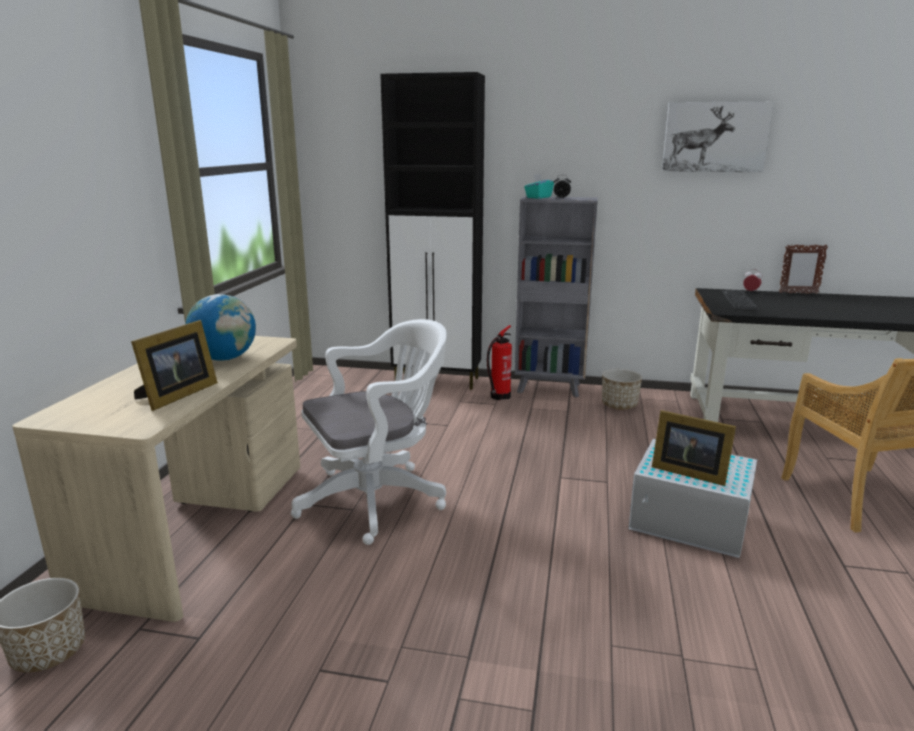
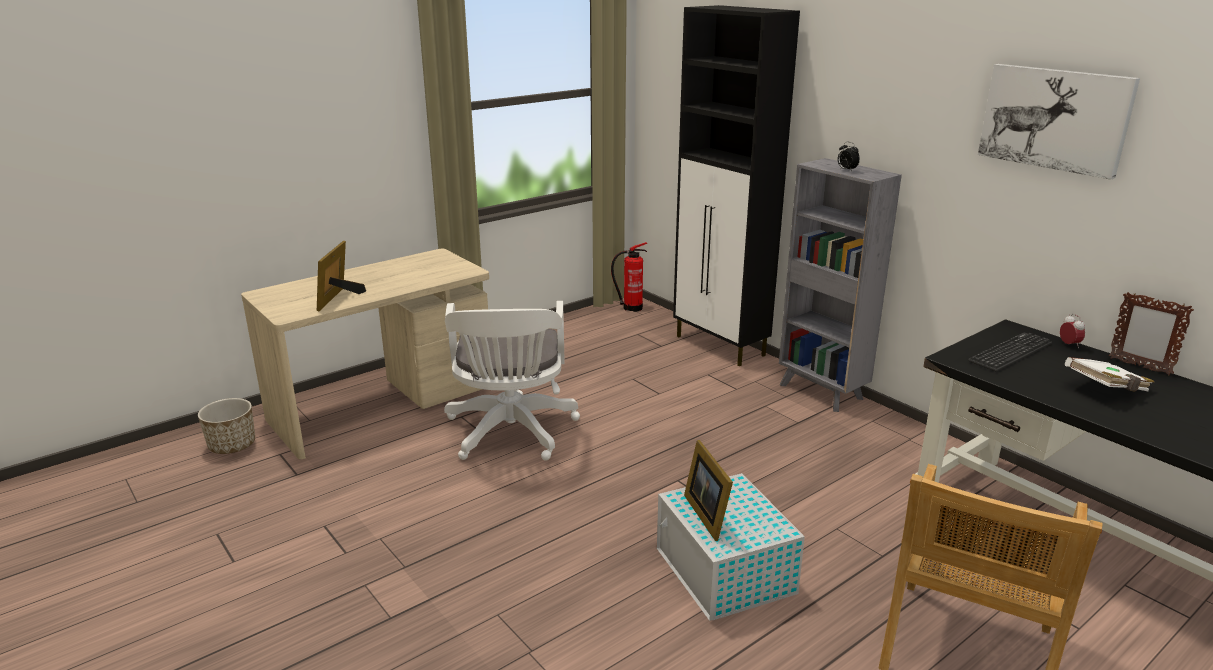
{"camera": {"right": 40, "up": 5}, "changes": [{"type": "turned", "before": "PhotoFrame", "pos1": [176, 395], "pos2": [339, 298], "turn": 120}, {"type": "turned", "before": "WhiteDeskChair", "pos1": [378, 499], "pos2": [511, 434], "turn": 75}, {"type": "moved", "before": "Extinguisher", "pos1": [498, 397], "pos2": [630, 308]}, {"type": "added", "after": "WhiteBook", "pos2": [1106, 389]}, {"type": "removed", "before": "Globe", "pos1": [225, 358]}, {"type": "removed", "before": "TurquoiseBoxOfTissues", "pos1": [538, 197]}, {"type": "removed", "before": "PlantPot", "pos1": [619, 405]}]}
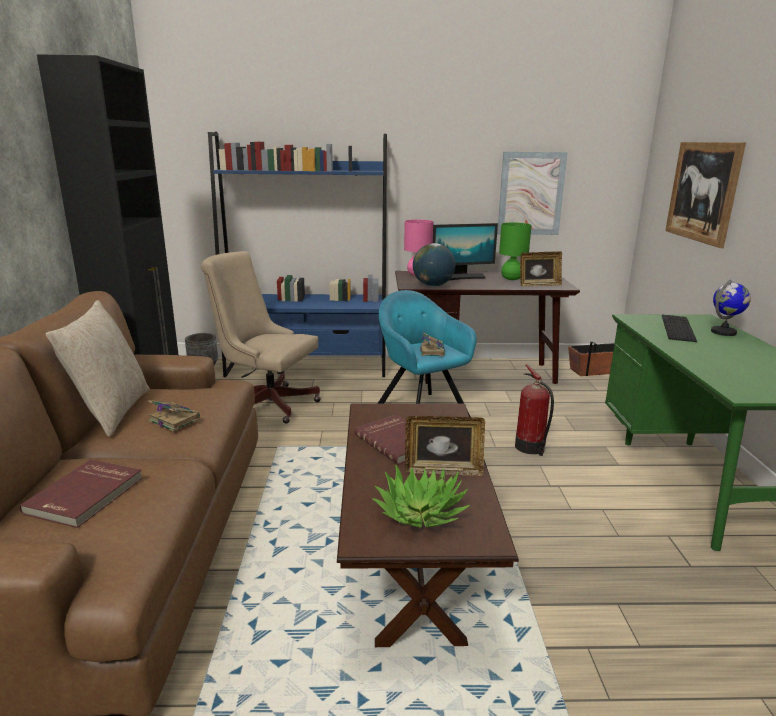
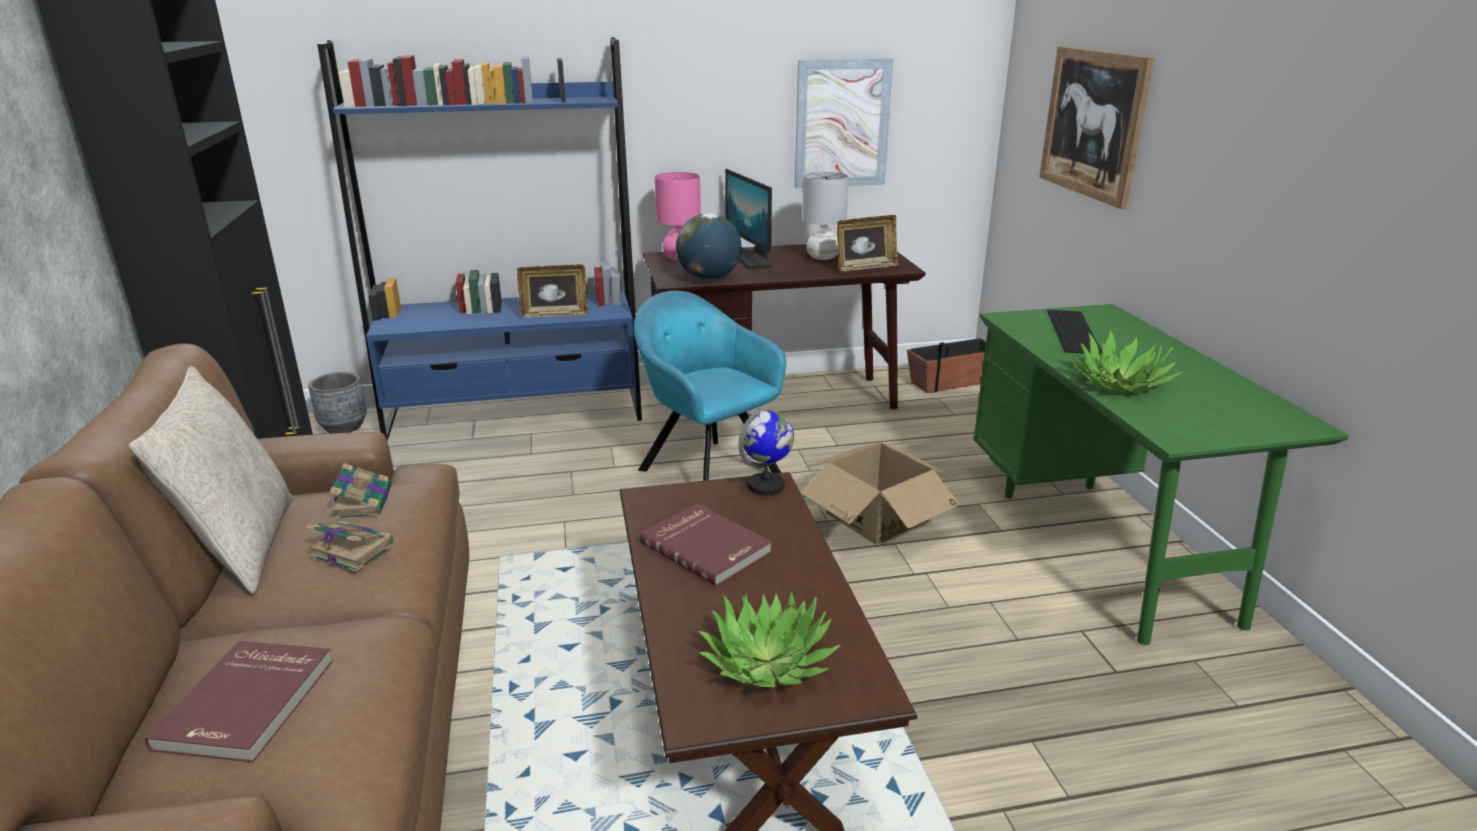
{"camera": {"right": -10, "up": 5}, "changes": [{"type": "moved", "before": "Book", "pos1": [432, 351], "pos2": [362, 501]}, {"type": "moved", "before": "PhotoFrame", "pos1": [443, 470], "pos2": [555, 315]}, {"type": "turned", "before": "ComputerScreen", "pos1": [462, 277], "pos2": [749, 259], "turn": 90}, {"type": "moved", "before": "Globe", "pos1": [723, 332], "pos2": [766, 486]}, {"type": "replaced", "before": "Extinguisher", "after": "CardboardBox", "pos1": [530, 448], "pos2": [877, 517]}, {"type": "recoloured", "before": "GreenishTableLamp", "after": "GreyishTableLamp", "pos1": [511, 278], "pos2": [822, 257]}, {"type": "added", "after": "PottedPlant", "pos2": [1119, 383]}, {"type": "removed", "before": "SandColouredDeskChair", "pos1": [266, 402]}]}
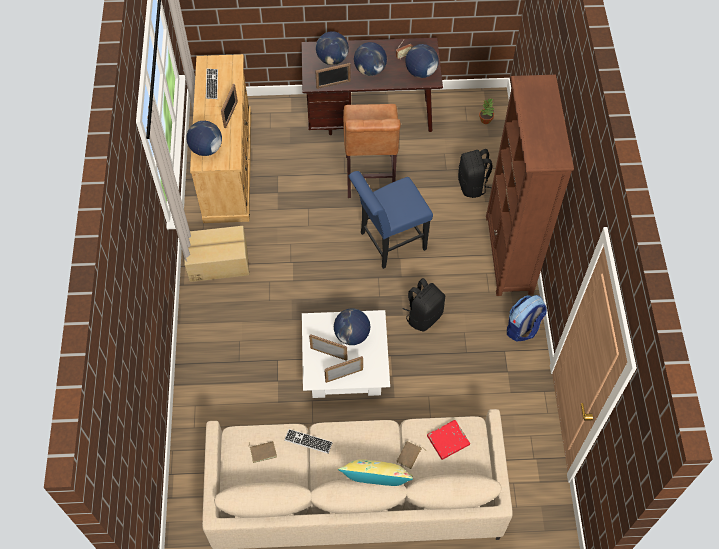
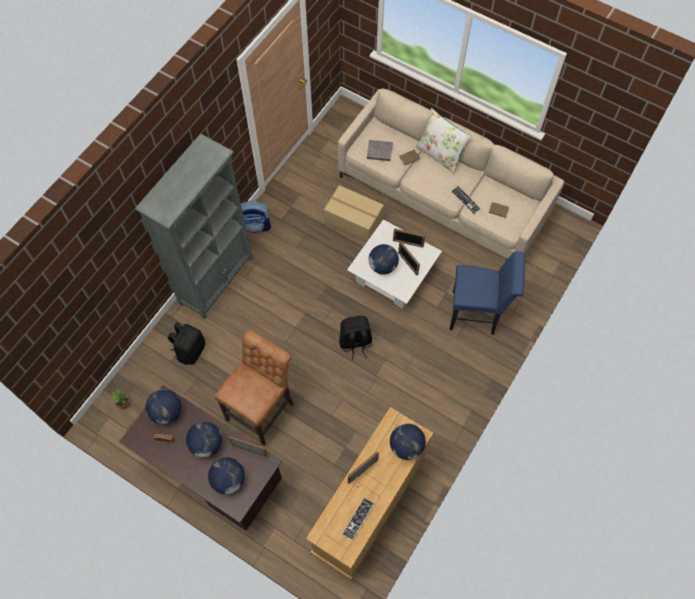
{"camera": {"right": -145, "up": 5}, "changes": [{"type": "recoloured", "before": "BrownBookshelf", "after": "GreyishBookshelf", "pos1": [509, 255], "pos2": [216, 279]}, {"type": "moved", "before": "CardboardBox", "pos1": [218, 261], "pos2": [353, 222]}, {"type": "moved", "before": "BlackColouredBackpack", "pos1": [423, 316], "pos2": [355, 343]}, {"type": "recoloured", "before": "RedColouredBook", "after": "GreyishBook", "pos1": [448, 440], "pos2": [379, 151]}, {"type": "recoloured", "before": "YellowishPillow", "after": "WhitePillow", "pos1": [376, 483], "pos2": [440, 155]}, {"type": "moved", "before": "BlueUprightChair", "pos1": [388, 243], "pos2": [477, 313]}]}
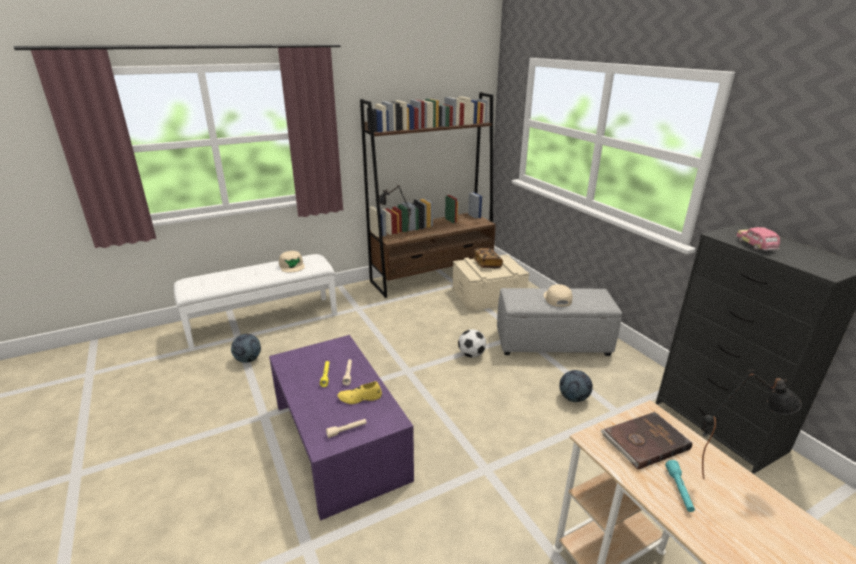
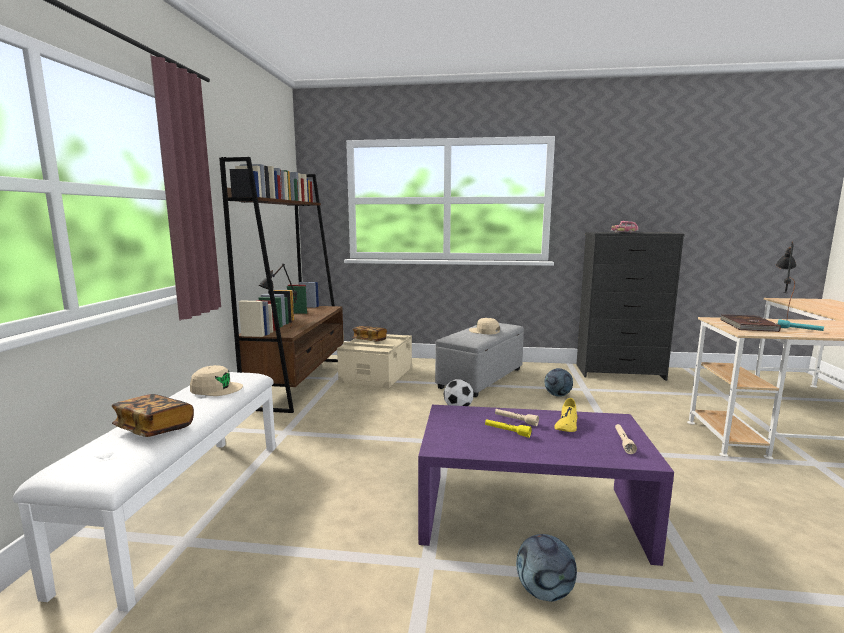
{"camera": {"right": -55, "up": -15}, "changes": [{"type": "added", "after": "Book", "pos2": [154, 428]}, {"type": "moved", "before": "Football", "pos1": [248, 359], "pos2": [544, 591]}]}
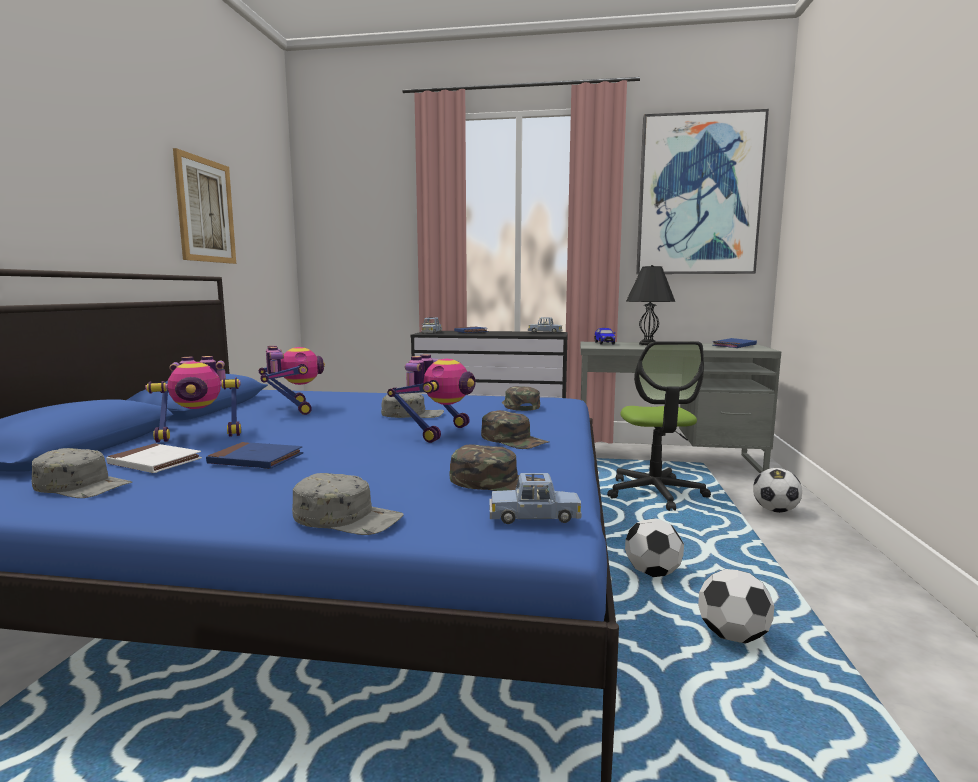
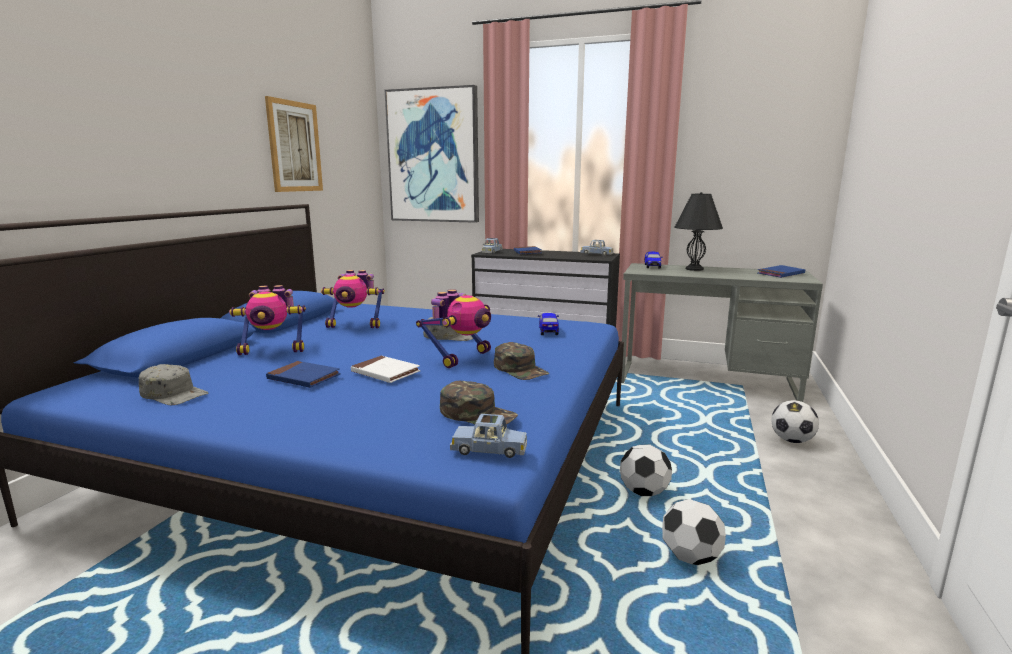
{"camera": {"right": 10, "up": 5}, "changes": [{"type": "turned", "before": "ToyRobot", "pos1": [293, 409], "pos2": [355, 325], "turn": 105}, {"type": "moved", "before": "WhiteBook", "pos1": [155, 463], "pos2": [385, 372]}, {"type": "moved", "before": "WallArt", "pos1": [698, 196], "pos2": [433, 156]}, {"type": "replaced", "before": "GreenishPeakedCap", "after": "ToyCar", "pos1": [519, 406], "pos2": [548, 331]}, {"type": "removed", "before": "GreyishPeakedCap", "pos1": [348, 518]}, {"type": "removed", "before": "DeskChair", "pos1": [655, 493]}]}
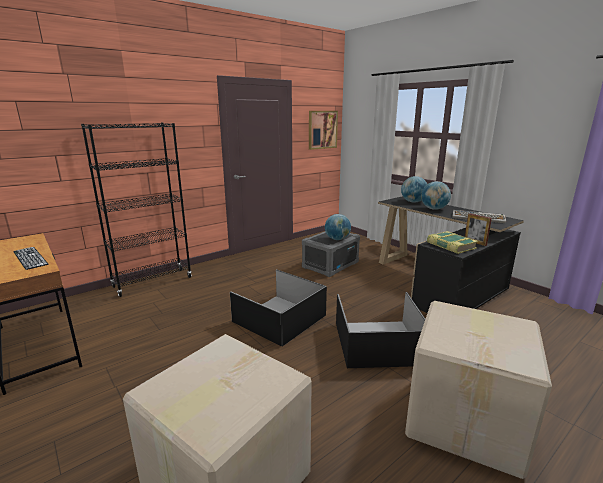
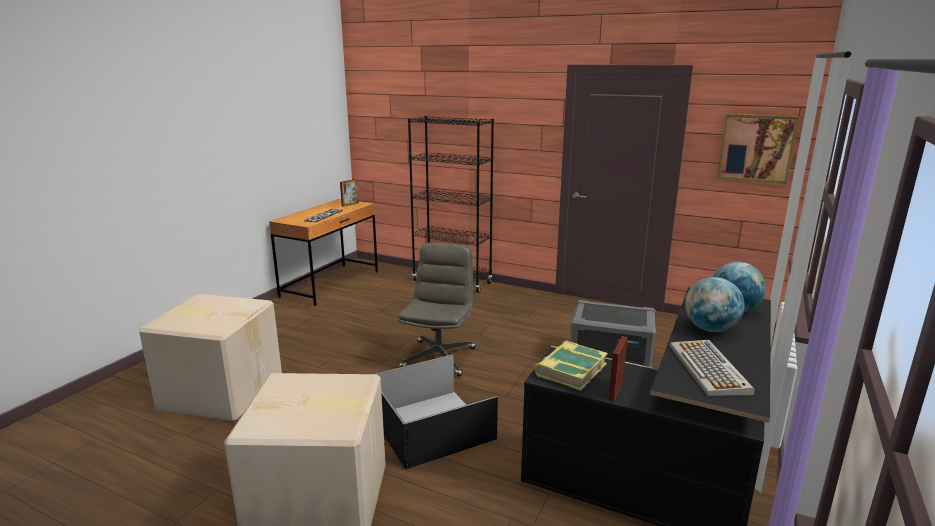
{"camera": {"right": 65, "up": 0}, "changes": [{"type": "added", "after": "PhotoFrame", "pos2": [350, 204]}, {"type": "replaced", "before": "BlackColouredStorageContainer", "after": "GreyishDeskChair", "pos1": [280, 318], "pos2": [438, 357]}, {"type": "removed", "before": "Globe", "pos1": [337, 239]}]}
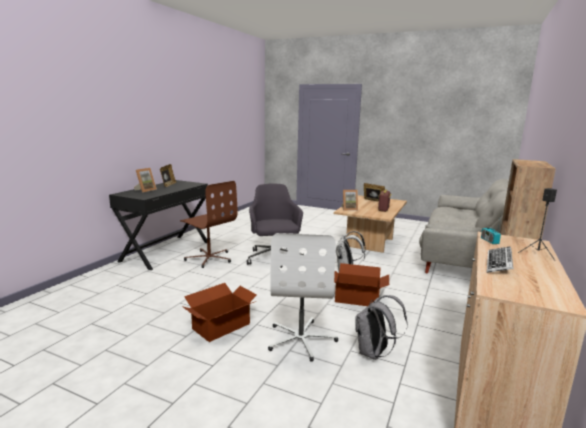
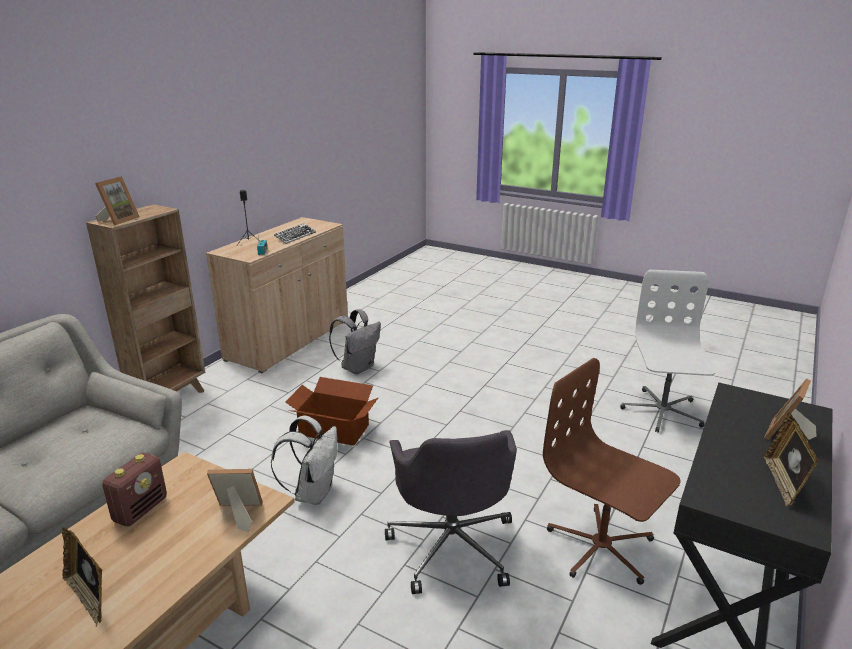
{"camera": {"right": -175, "up": 10}, "changes": [{"type": "added", "after": "PhotoFrame", "pos2": [118, 220]}, {"type": "moved", "before": "WhiteDeskChair", "pos1": [301, 339], "pos2": [662, 411]}, {"type": "removed", "before": "CardboardBox", "pos1": [220, 326]}]}
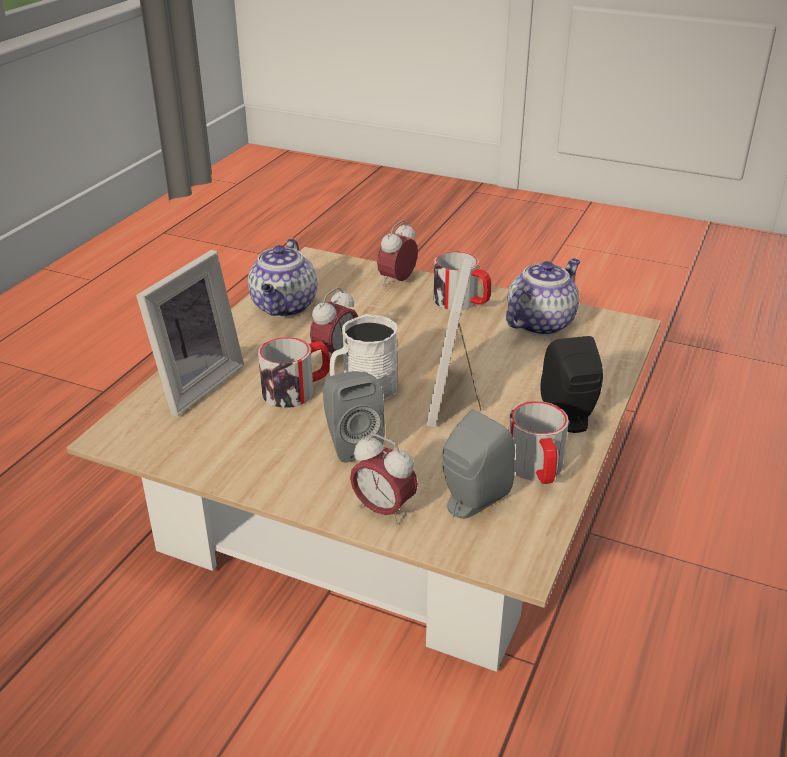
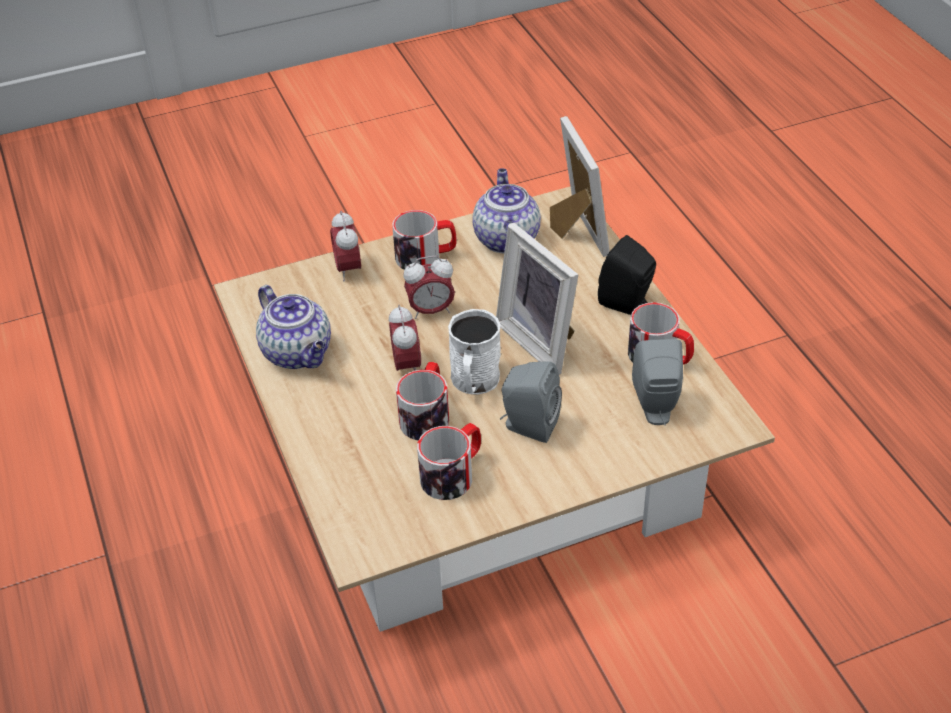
{"camera": {"right": -45, "up": 10}, "changes": [{"type": "moved", "before": "TableClock", "pos1": [383, 510], "pos2": [431, 311]}, {"type": "added", "after": "TeaMug", "pos2": [453, 473]}, {"type": "moved", "before": "PhotoFrame", "pos1": [193, 384], "pos2": [574, 232]}]}
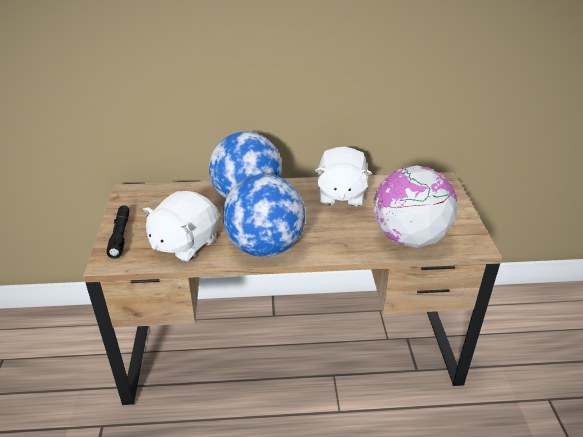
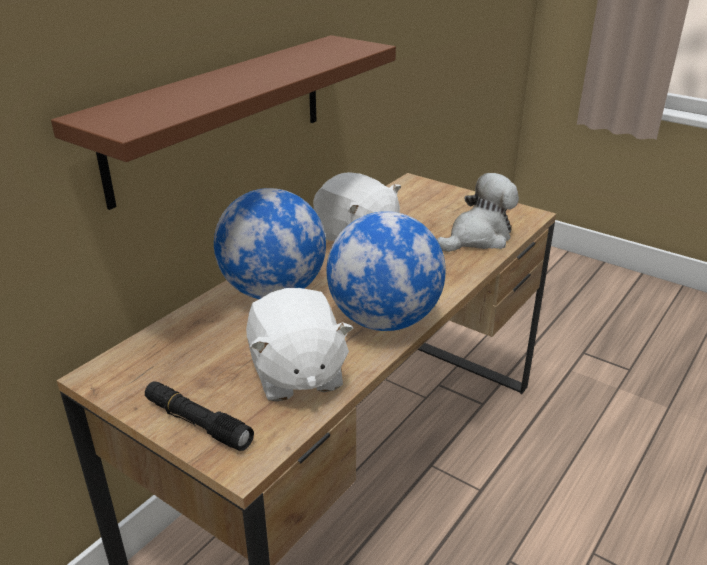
{"camera": {"right": -50, "up": -5}, "changes": [{"type": "added", "after": "BrownBracketShelf", "pos2": [220, 115]}, {"type": "replaced", "before": "Globe", "after": "PlushToy", "pos1": [409, 238], "pos2": [478, 238]}]}
